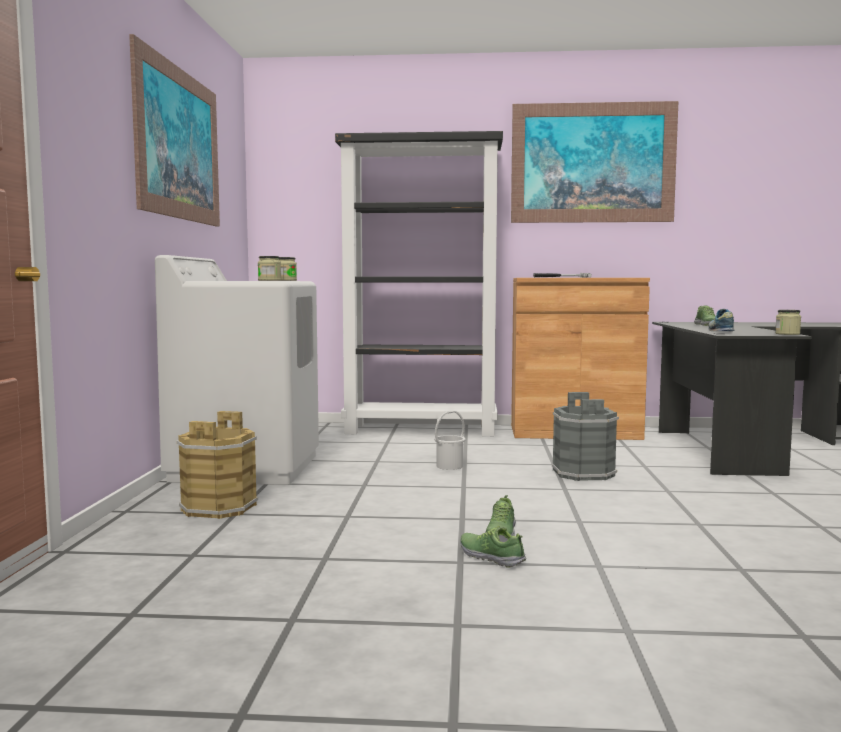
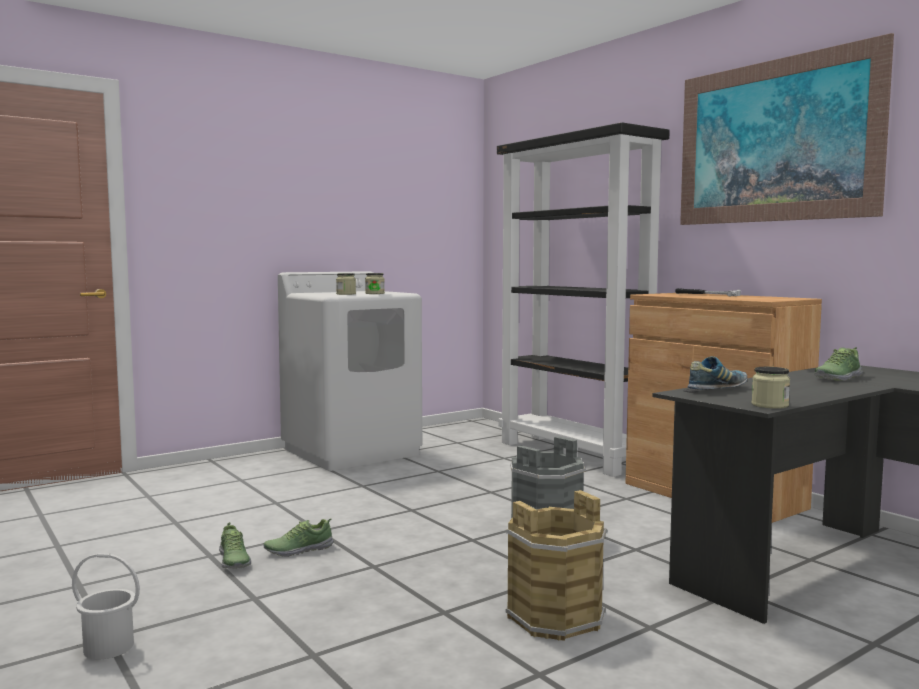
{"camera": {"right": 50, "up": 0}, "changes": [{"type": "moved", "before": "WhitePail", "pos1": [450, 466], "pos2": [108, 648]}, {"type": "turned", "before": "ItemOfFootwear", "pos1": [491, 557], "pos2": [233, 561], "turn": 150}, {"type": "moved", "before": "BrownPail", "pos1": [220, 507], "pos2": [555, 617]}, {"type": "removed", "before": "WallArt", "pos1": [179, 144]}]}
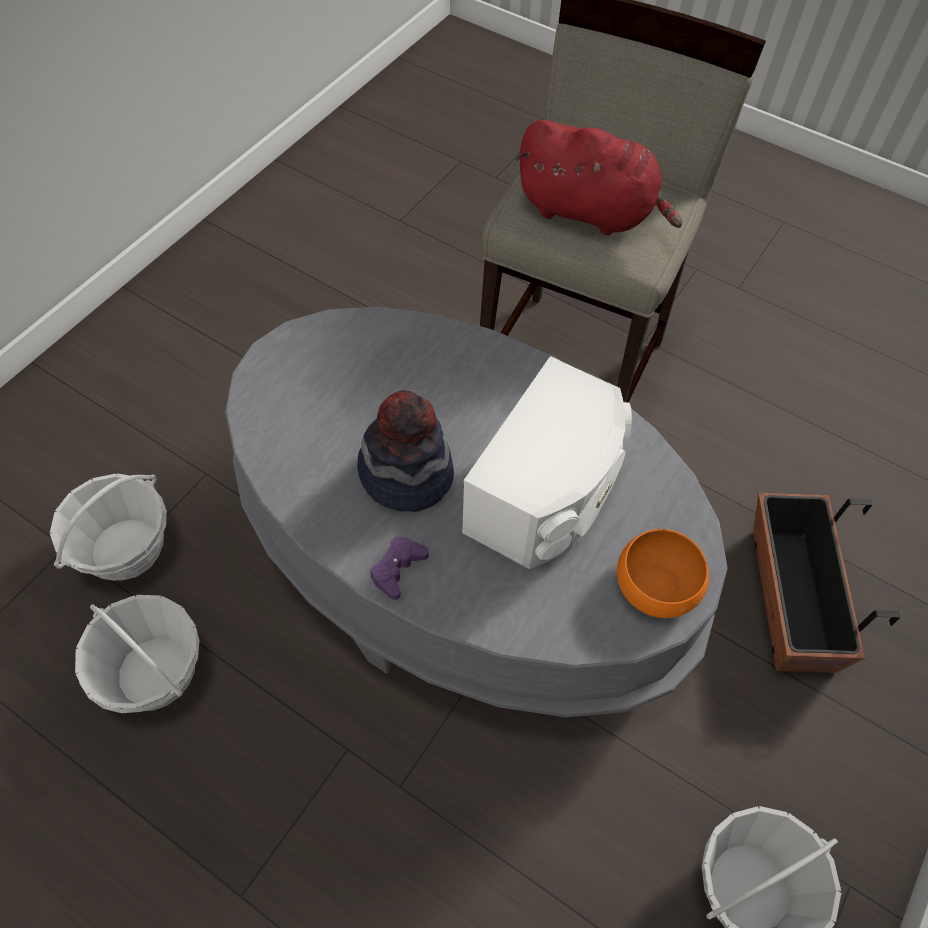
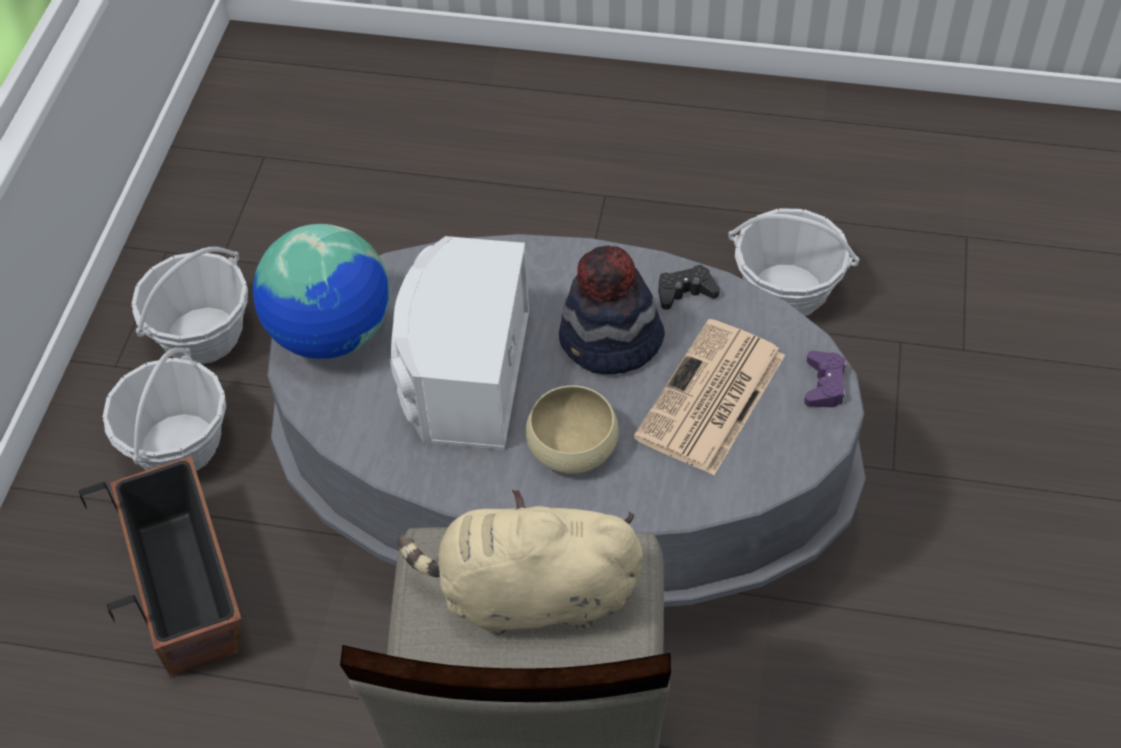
{"camera": {"right": 160, "up": -5}, "changes": [{"type": "moved", "before": "StorageBasket", "pos1": [126, 549], "pos2": [179, 445]}, {"type": "replaced", "before": "OrangeyBowl", "after": "Globe", "pos1": [657, 584], "pos2": [331, 334]}, {"type": "recoloured", "before": "RedColouredPlushToy", "after": "SandColouredPlushToy", "pos1": [590, 212], "pos2": [530, 595]}, {"type": "added", "after": "SandColouredBowl", "pos2": [572, 446]}, {"type": "added", "after": "PrintedPaper", "pos2": [710, 399]}, {"type": "added", "after": "BlackColouredGameController", "pos2": [685, 292]}, {"type": "moved", "before": "PurpleColouredGameController", "pos1": [397, 569], "pos2": [824, 384]}]}
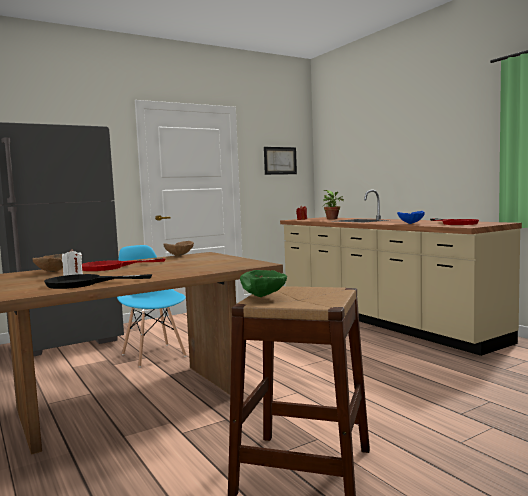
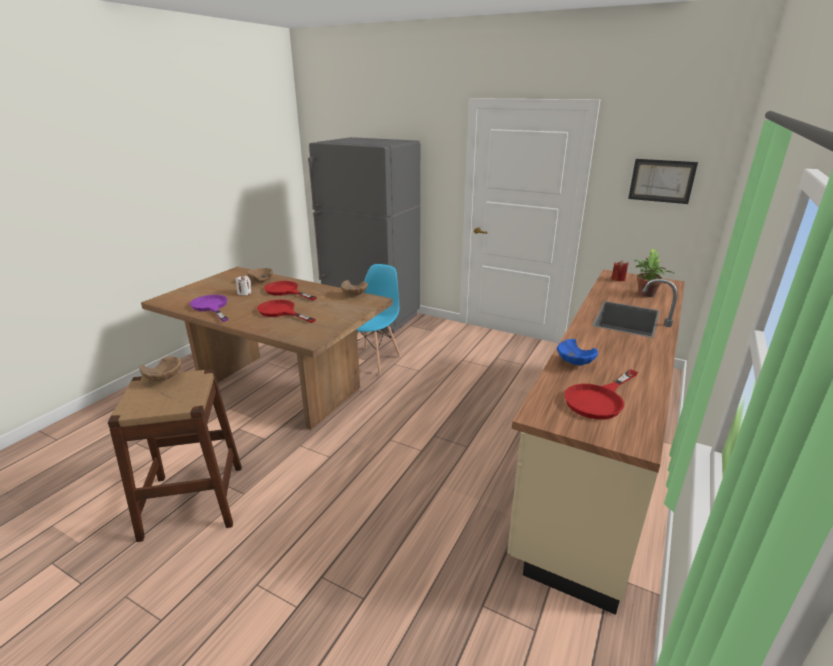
{"camera": {"right": 60, "up": 20}, "changes": [{"type": "recoloured", "before": "GreenishBowl", "after": "BrownBowl", "pos1": [265, 296], "pos2": [164, 380]}, {"type": "recoloured", "before": "BlackColouredPan", "after": "PurpleColouredPan", "pos1": [84, 283], "pos2": [211, 307]}, {"type": "added", "after": "RedColouredPan", "pos2": [281, 312]}]}
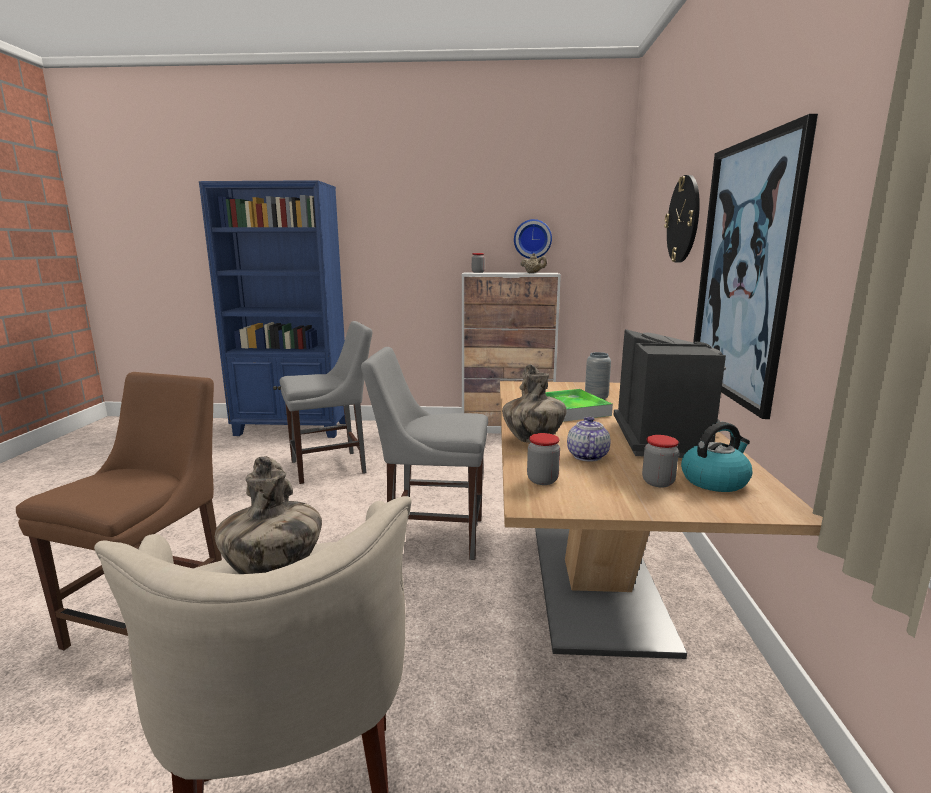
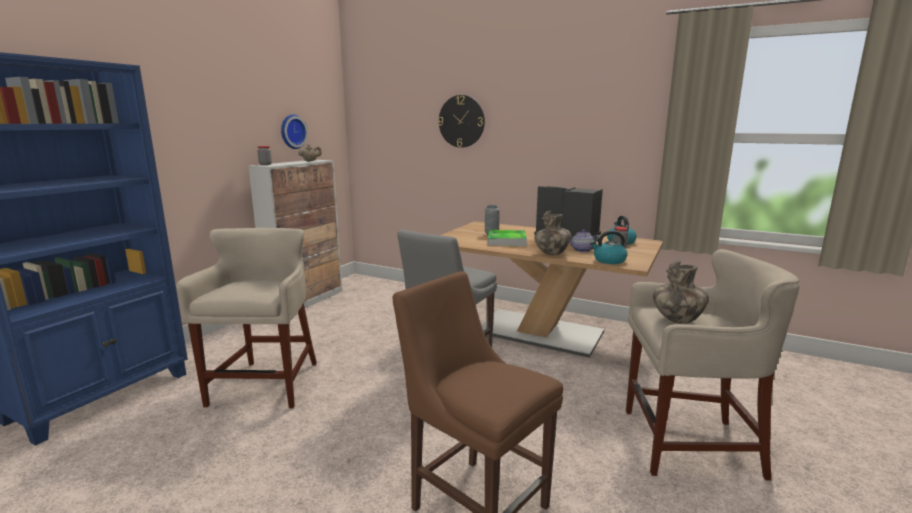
{"camera": {"right": -65, "up": 0}, "changes": [{"type": "replaced", "before": "GreyishUprightChair", "after": "SandColouredSittingStool", "pos1": [333, 466], "pos2": [266, 385]}, {"type": "replaced", "before": "StorageJar", "after": "Kettle", "pos1": [542, 480], "pos2": [609, 260]}, {"type": "removed", "before": "WallArt", "pos1": [743, 272]}]}
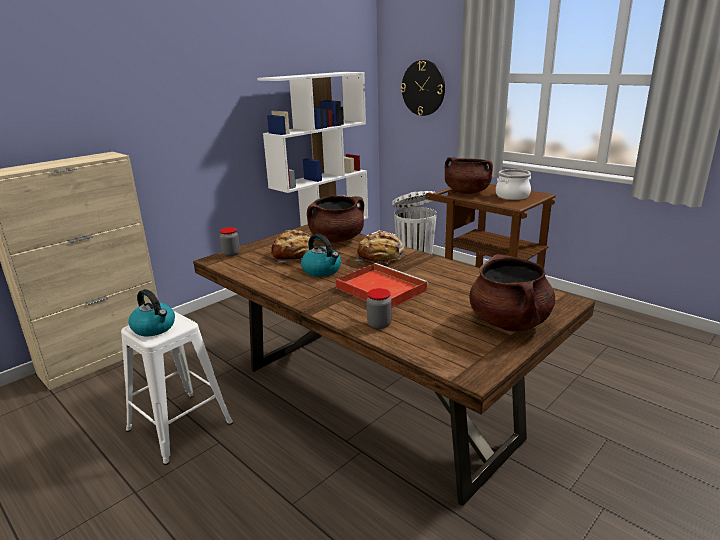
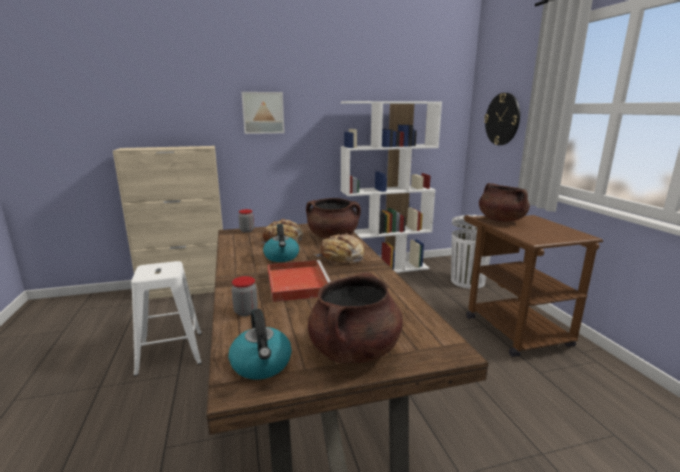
{"camera": {"right": 30, "up": -5}, "changes": [{"type": "moved", "before": "Kettle", "pos1": [154, 328], "pos2": [262, 365]}, {"type": "added", "after": "WallArt", "pos2": [263, 113]}, {"type": "removed", "before": "CookingPot", "pos1": [512, 196]}]}
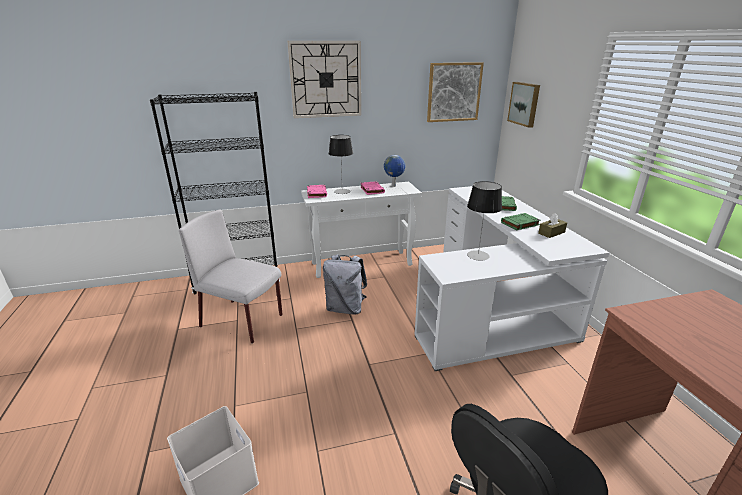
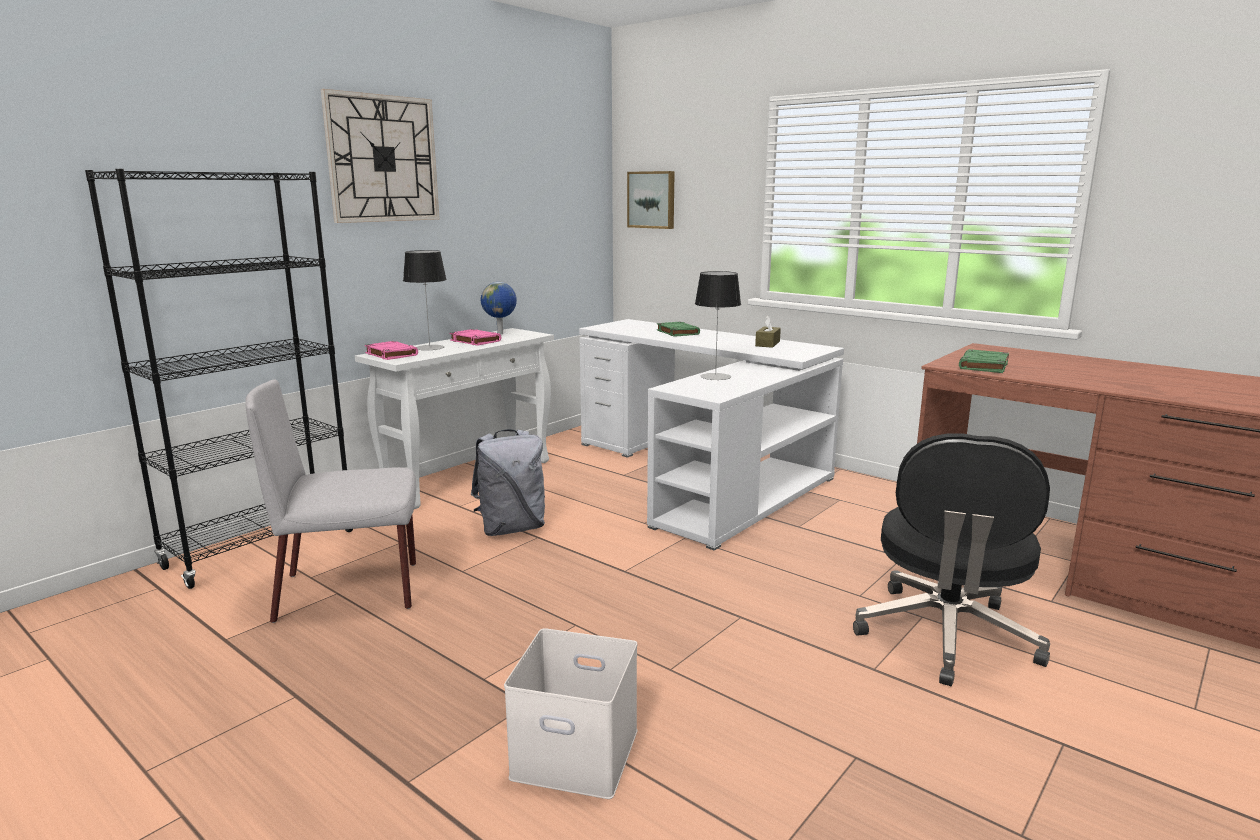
{"camera": {"right": -35, "up": -10}, "changes": [{"type": "moved", "before": "GreenishBook", "pos1": [520, 224], "pos2": [983, 366]}, {"type": "removed", "before": "WallArt", "pos1": [454, 92]}]}
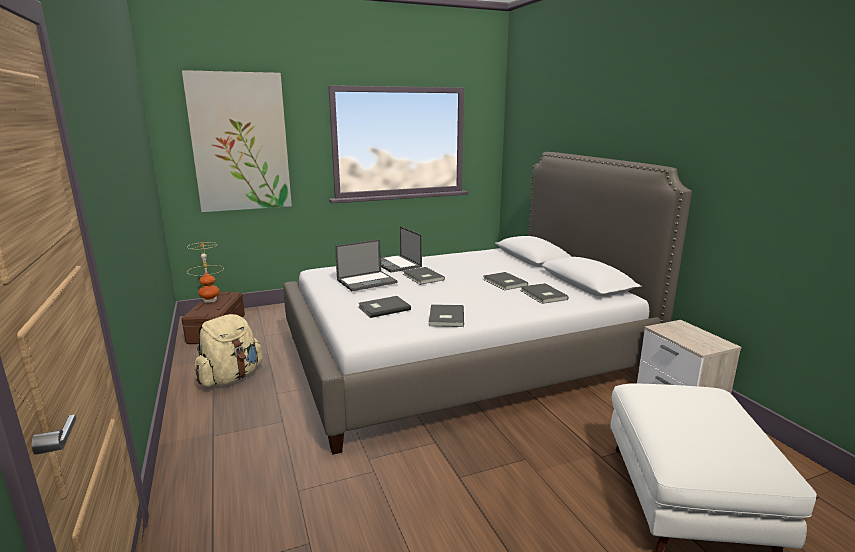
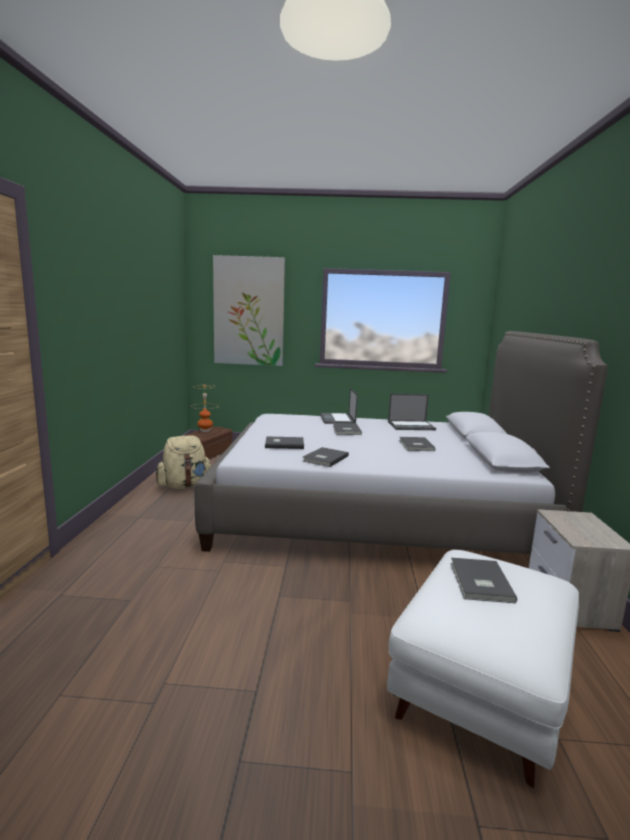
{"camera": {"right": 25, "up": -5}, "changes": [{"type": "moved", "before": "PortableComputer", "pos1": [367, 281], "pos2": [411, 426]}, {"type": "moved", "before": "GreyishBook", "pos1": [542, 295], "pos2": [479, 582]}]}
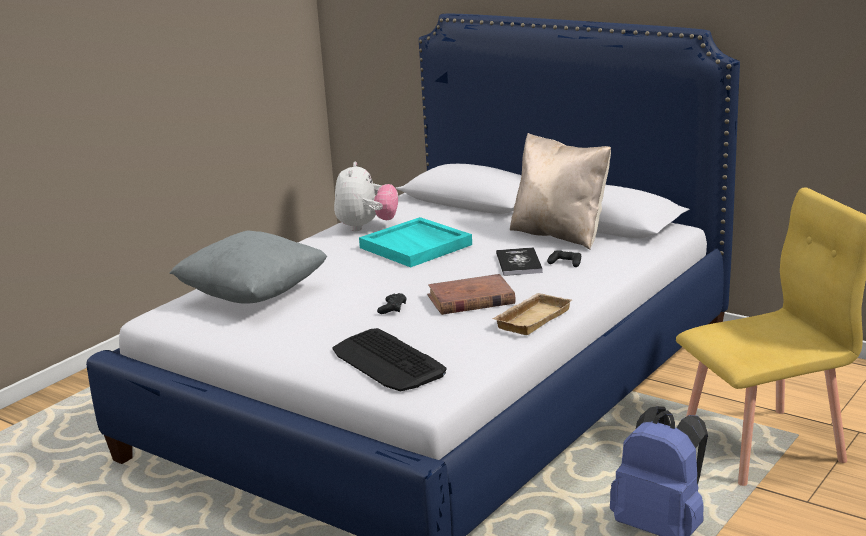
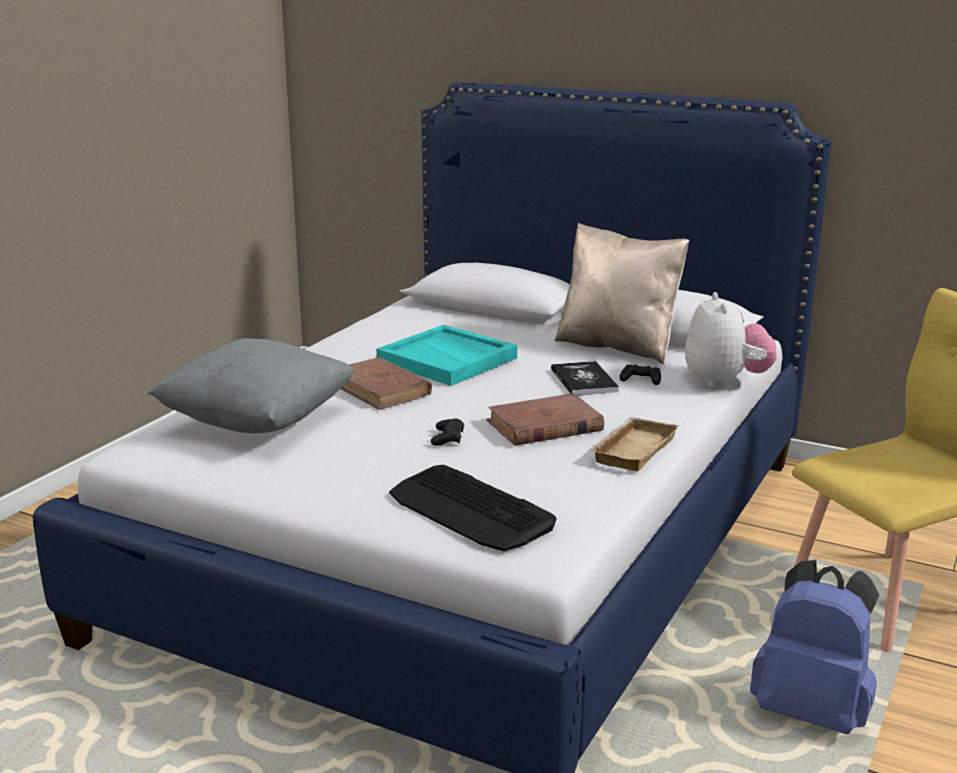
{"camera": {"right": -10, "up": 0}, "changes": [{"type": "added", "after": "BrownBook", "pos2": [380, 389]}, {"type": "moved", "before": "PlushToy", "pos1": [366, 227], "pos2": [725, 382]}]}
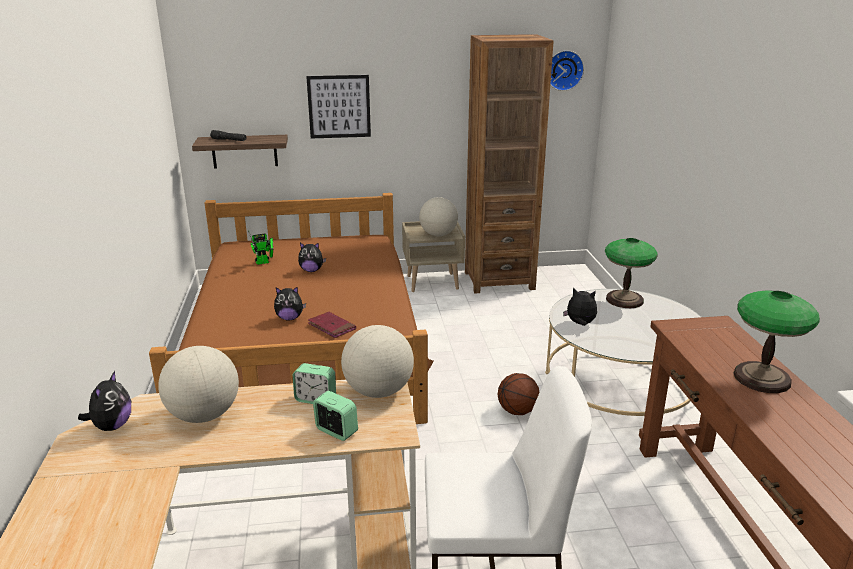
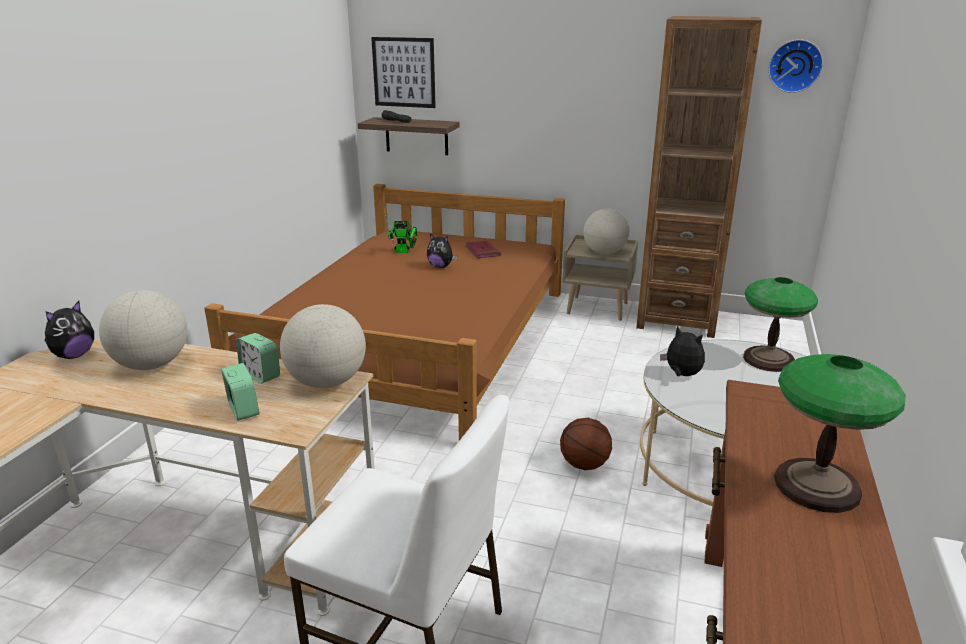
{"camera": {"right": 25, "up": 0}, "changes": [{"type": "moved", "before": "WallArt", "pos1": [339, 106], "pos2": [404, 72]}, {"type": "moved", "before": "RedColouredBook", "pos1": [332, 327], "pos2": [482, 251]}, {"type": "removed", "before": "PlushToy", "pos1": [290, 318]}]}
